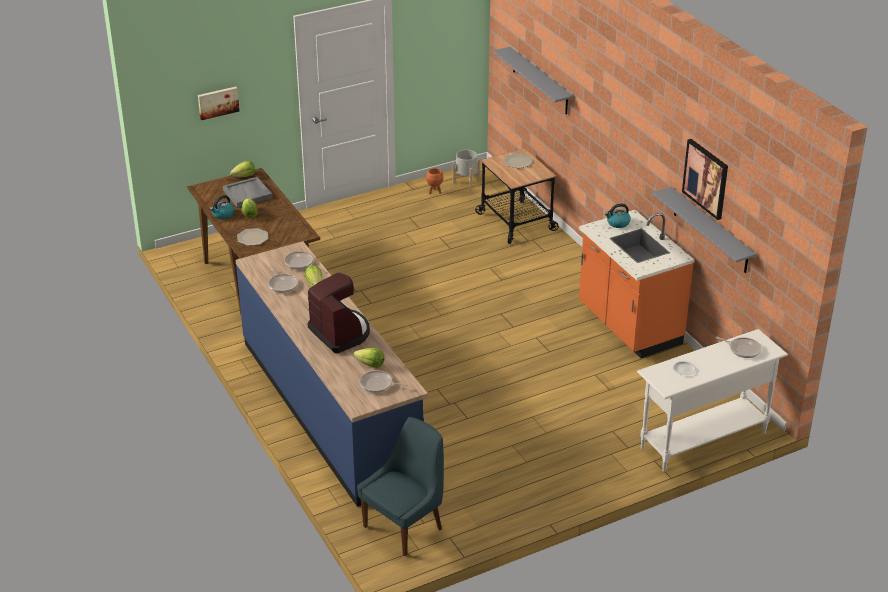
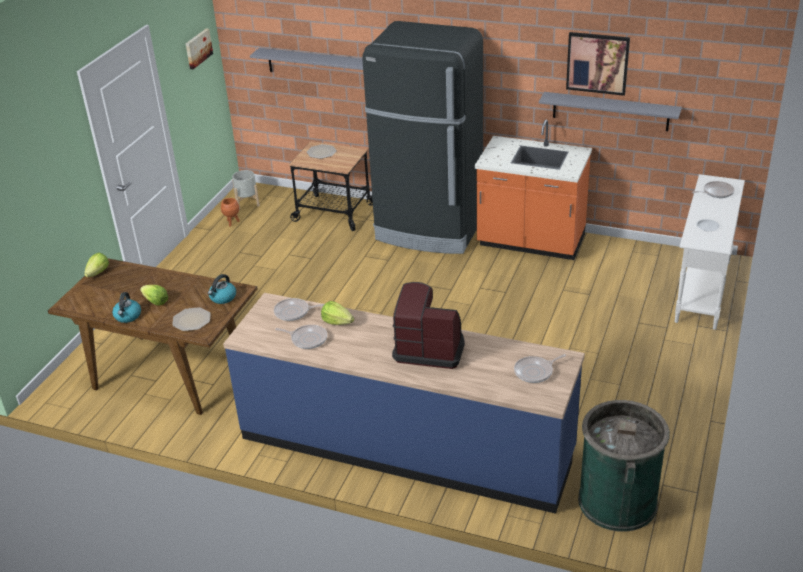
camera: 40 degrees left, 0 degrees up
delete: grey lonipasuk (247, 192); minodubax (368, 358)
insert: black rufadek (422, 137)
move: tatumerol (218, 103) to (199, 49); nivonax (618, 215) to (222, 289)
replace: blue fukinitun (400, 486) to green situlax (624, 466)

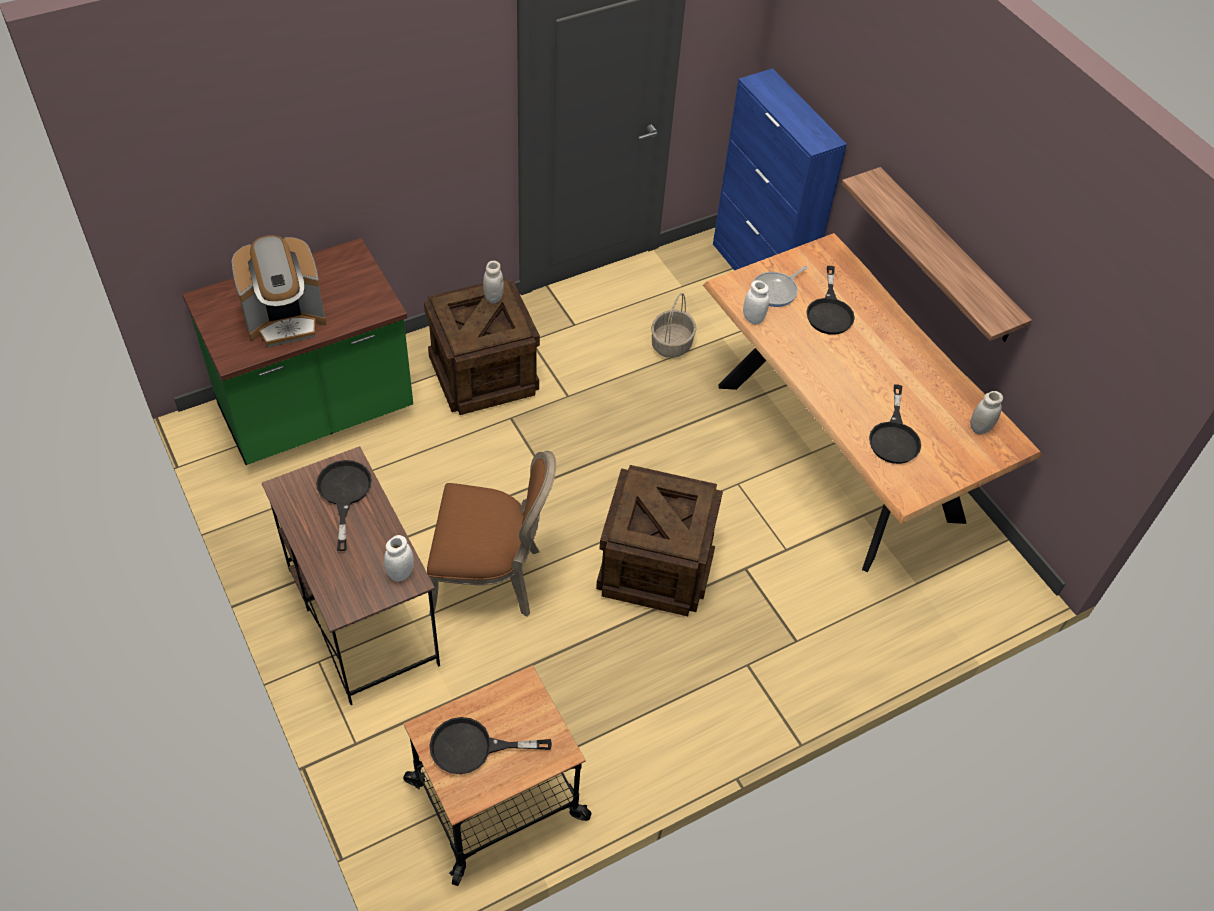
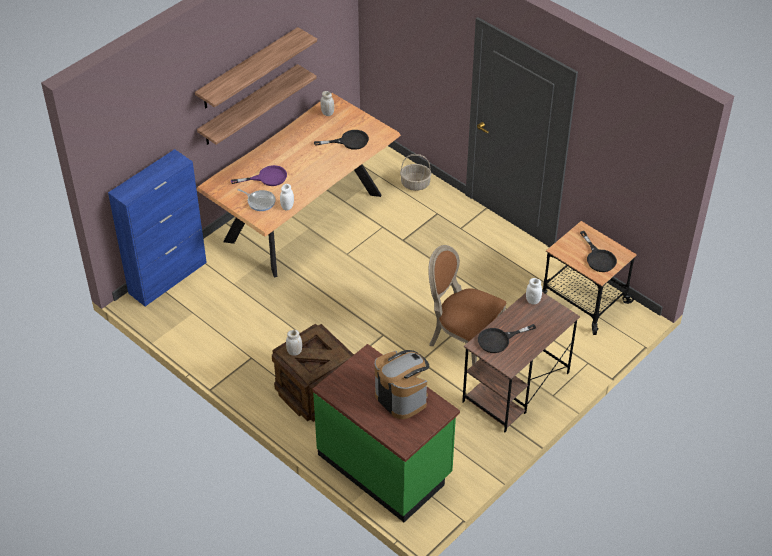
camera: 105 degrees left, 5 degrees down
delete: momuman (659, 540)
insert: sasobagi (256, 68)
move: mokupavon (673, 325) to (415, 172)
recolor: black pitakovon (831, 300) to purple pitakovon (259, 175)
rotate: brown fukinitun (491, 534) = (467, 305) 45 degrees counterclockwise

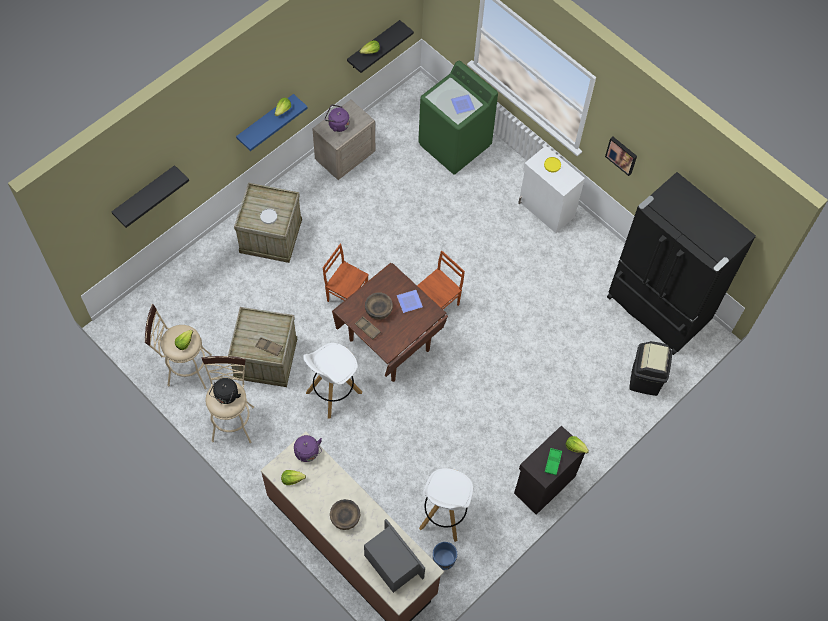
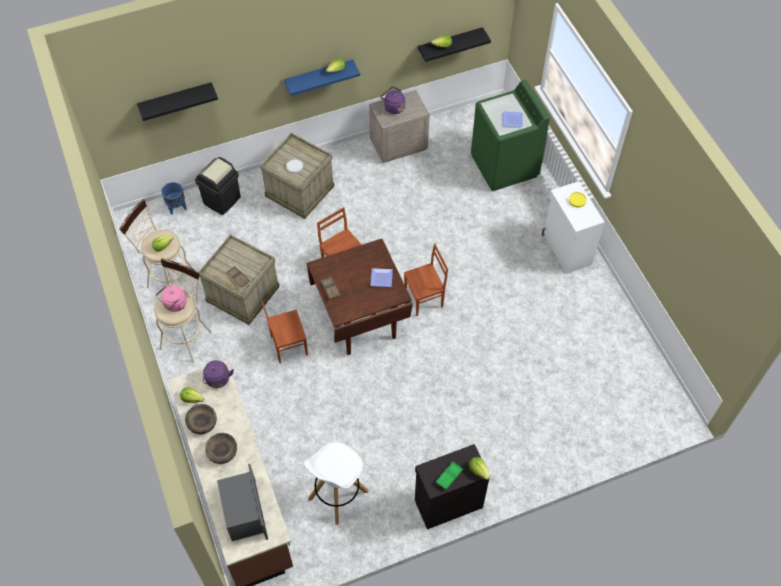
camera: 25 degrees right, 5 degrees down
delete: tatumerol (621, 156); black rufadek (681, 263)
move: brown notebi (379, 306) to (201, 419); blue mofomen (445, 556) to (173, 198); black situlax (650, 368) to (218, 186)
replace: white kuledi (332, 380) to brown fukinitun (284, 332)
recolor: black nivonax (225, 391) to pink nivonax (171, 298)

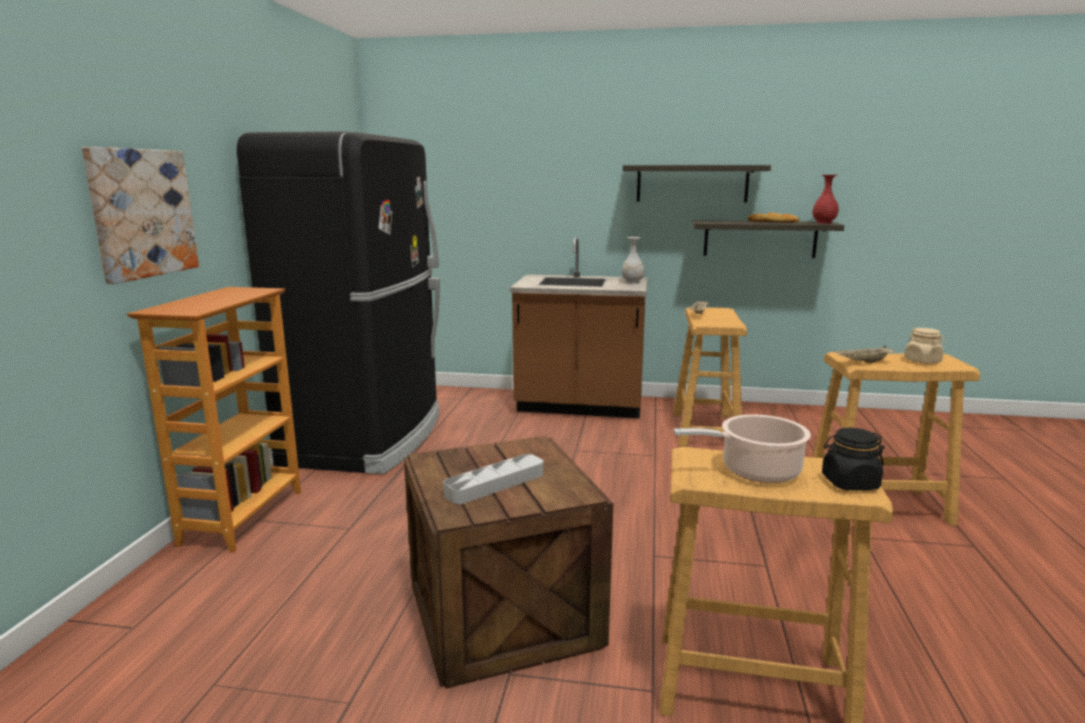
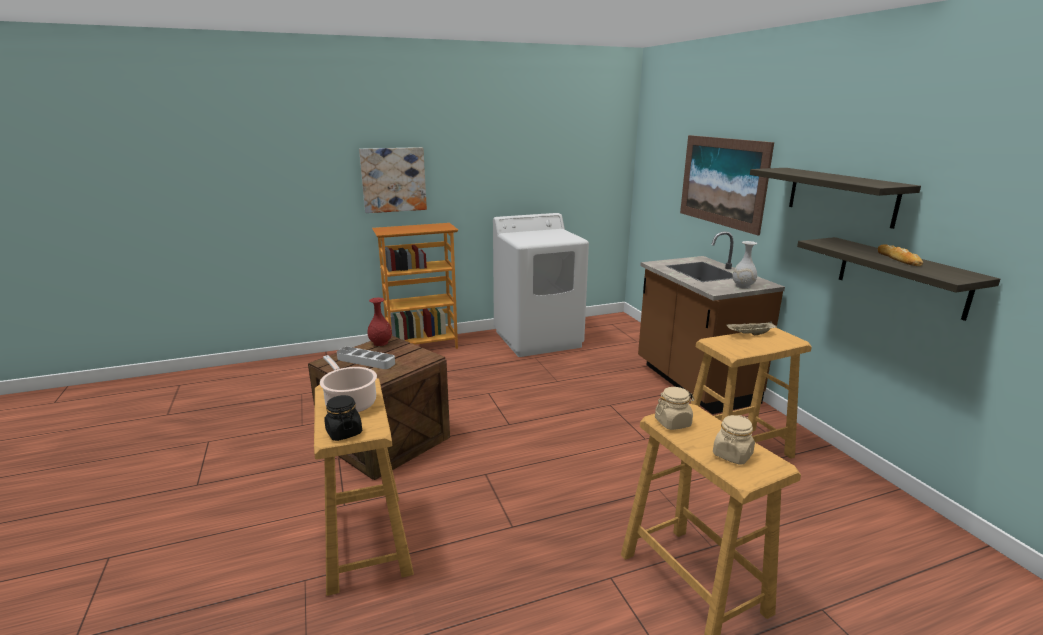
camera: 60 degrees right, 5 degrees up
insert: tatumerol (727, 185)
move: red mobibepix (825, 199) to (380, 322)
replace: black rufadek (338, 302) to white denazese (541, 285); beige lonipasuk (864, 354) to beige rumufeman (675, 408)

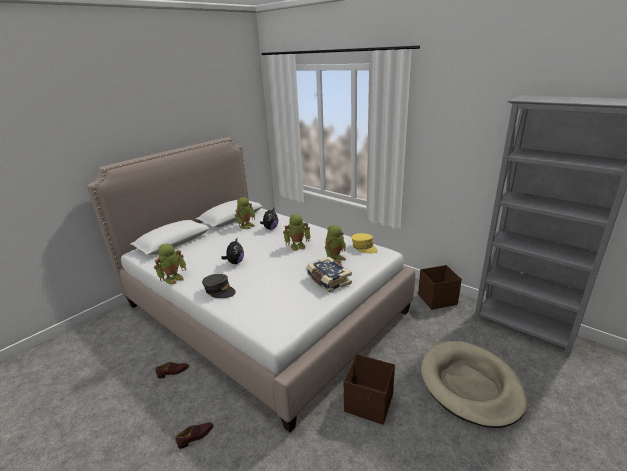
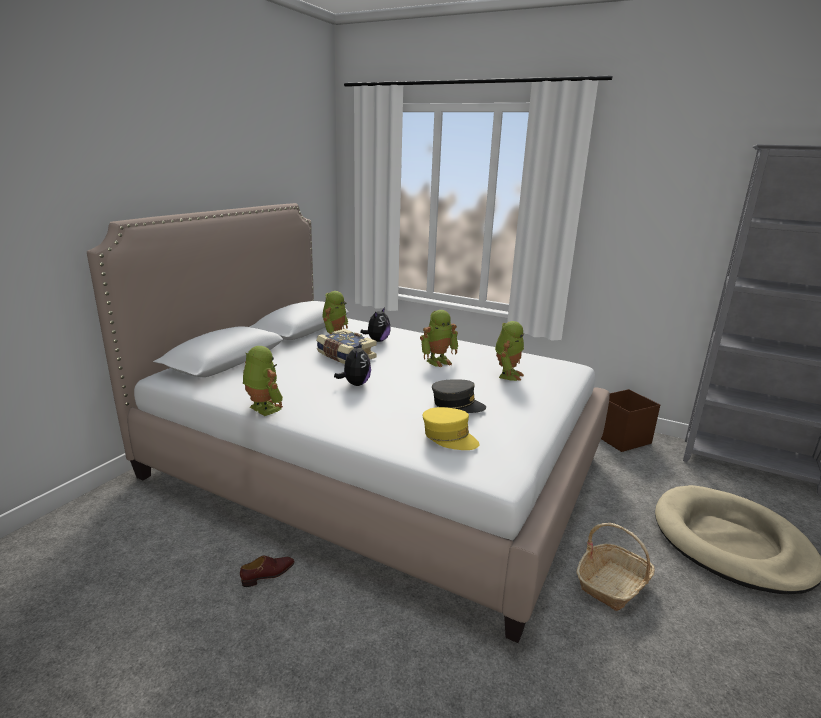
camera: 15 degrees left, 5 degrees down
delete: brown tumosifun (195, 435)
move: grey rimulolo (219, 286) to (459, 396); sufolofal (329, 275) to (346, 346); yellow rimulolo (364, 243) to (451, 428)
replace: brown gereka (369, 389) to mokupavon (616, 567)
rotate: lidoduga (170, 264) = (263, 381) 75 degrees counterclockwise

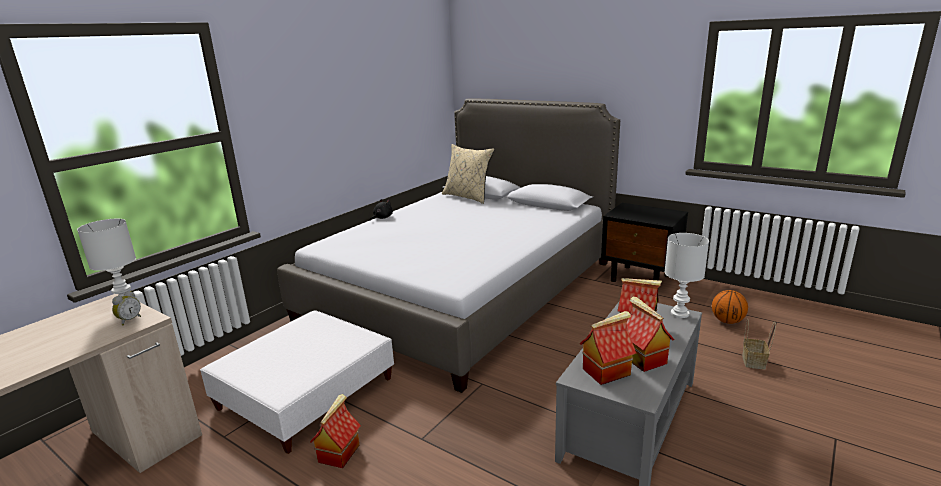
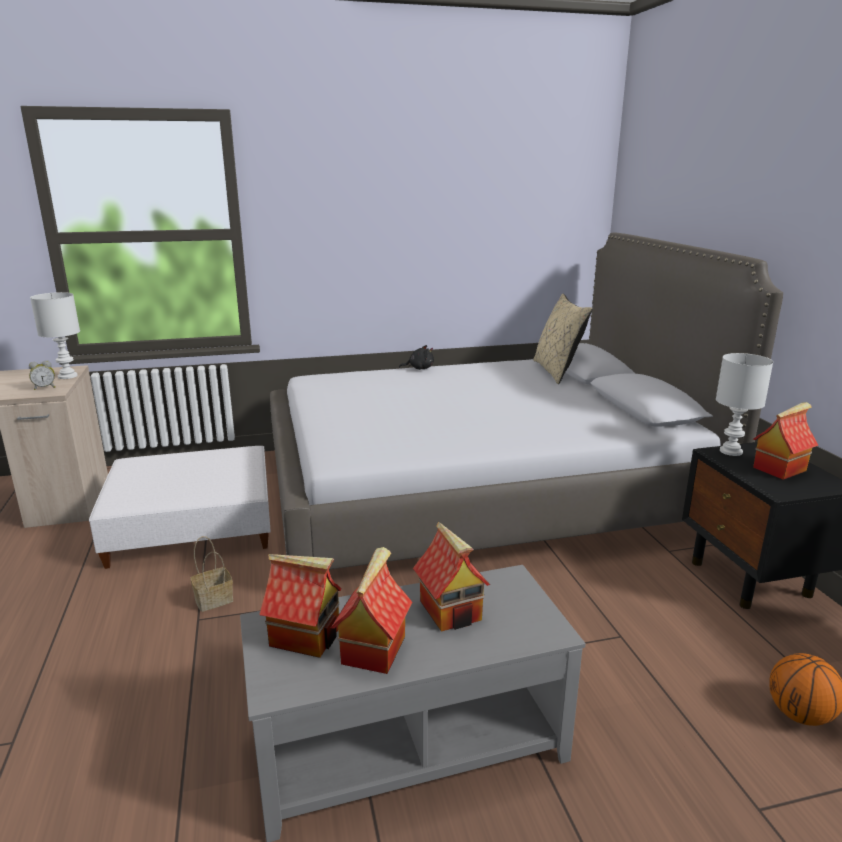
camera: 40 degrees right, 0 degrees up
move: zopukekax (335, 431) to (785, 441); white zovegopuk (687, 275) to (744, 404); mokupavon (759, 344) to (211, 574)

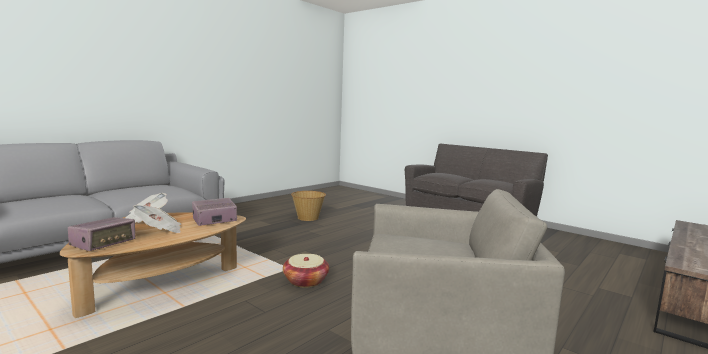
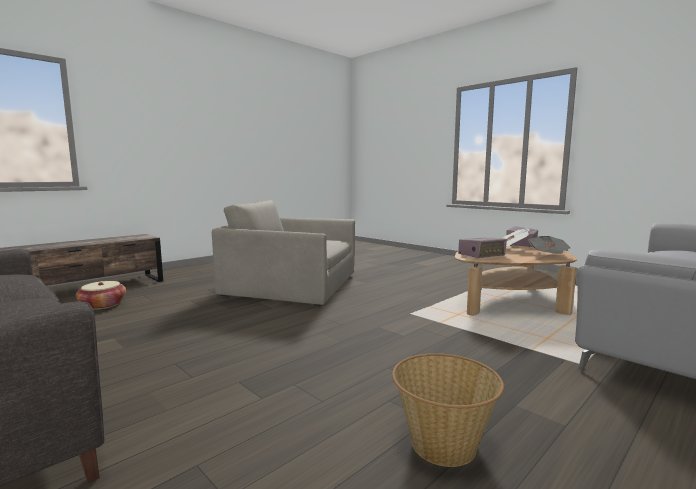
camera: 175 degrees left, 0 degrees up
move: mokupavon (306, 271) to (101, 295)

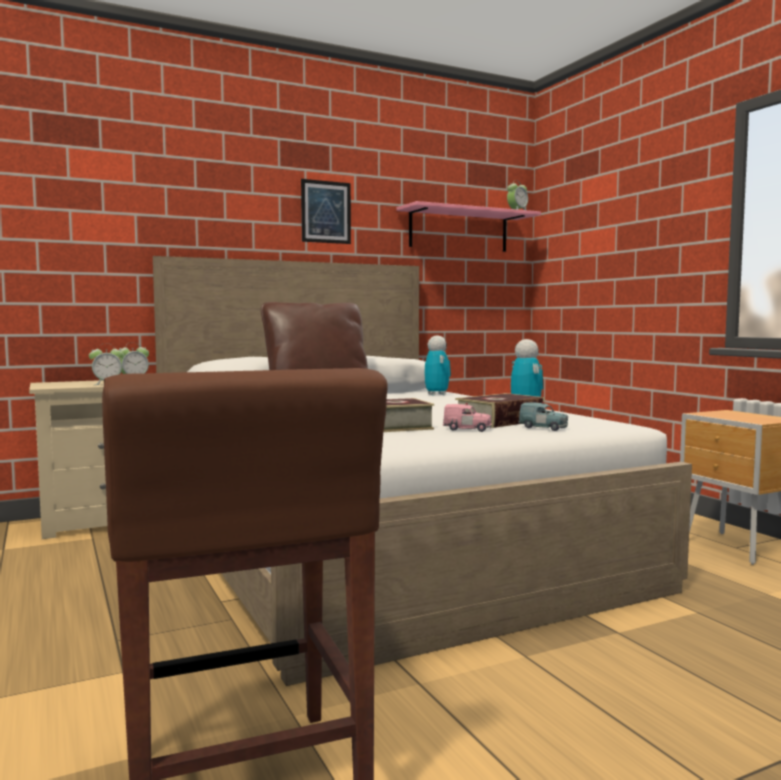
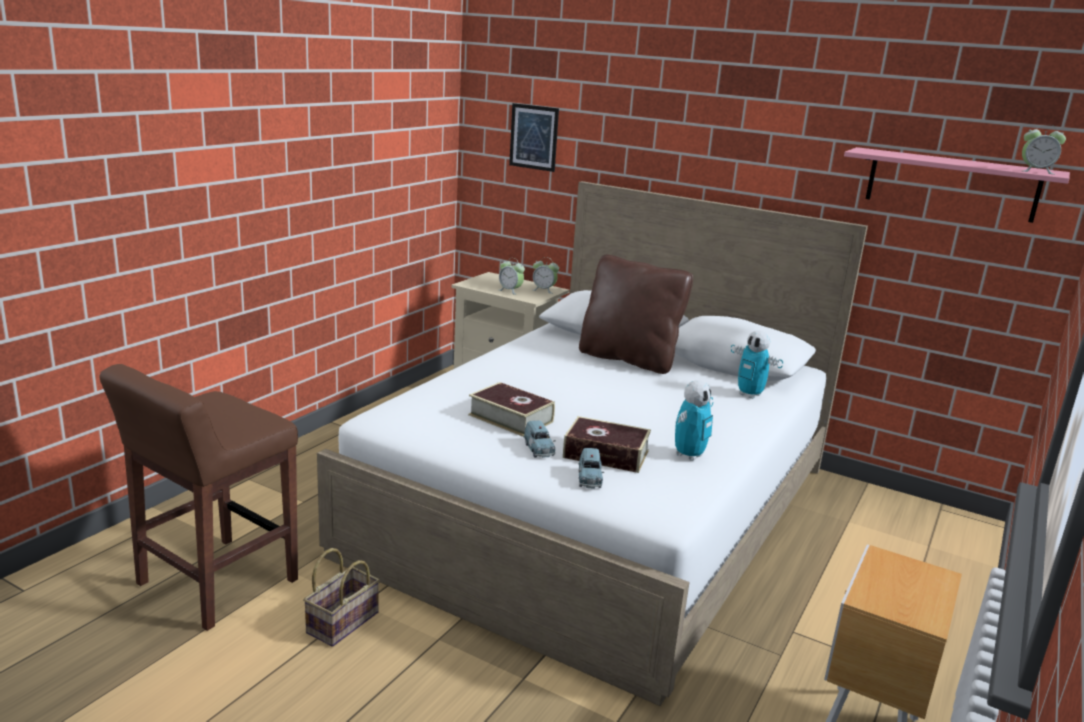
camera: 55 degrees right, 15 degrees up
insert: mokupavon (341, 597)
move: tatumerol (326, 211) to (534, 137)
recolor: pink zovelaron (467, 417) to blue zovelaron (539, 439)
rotate: lidoduga (437, 365) = (757, 364) 90 degrees clockwise

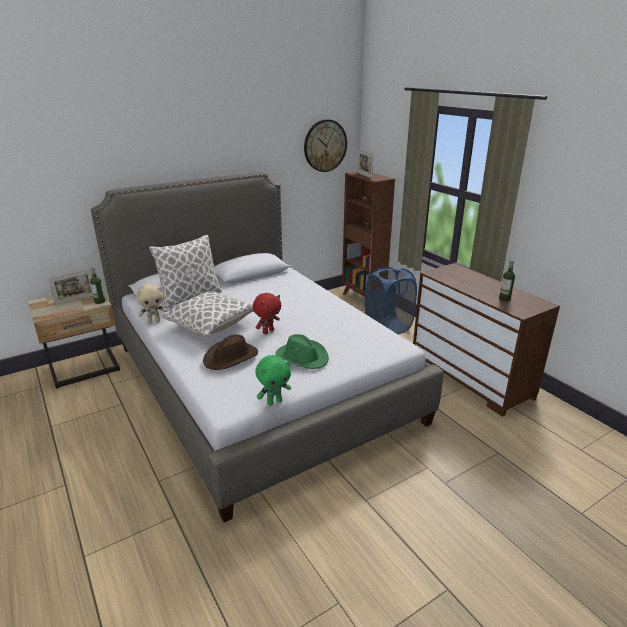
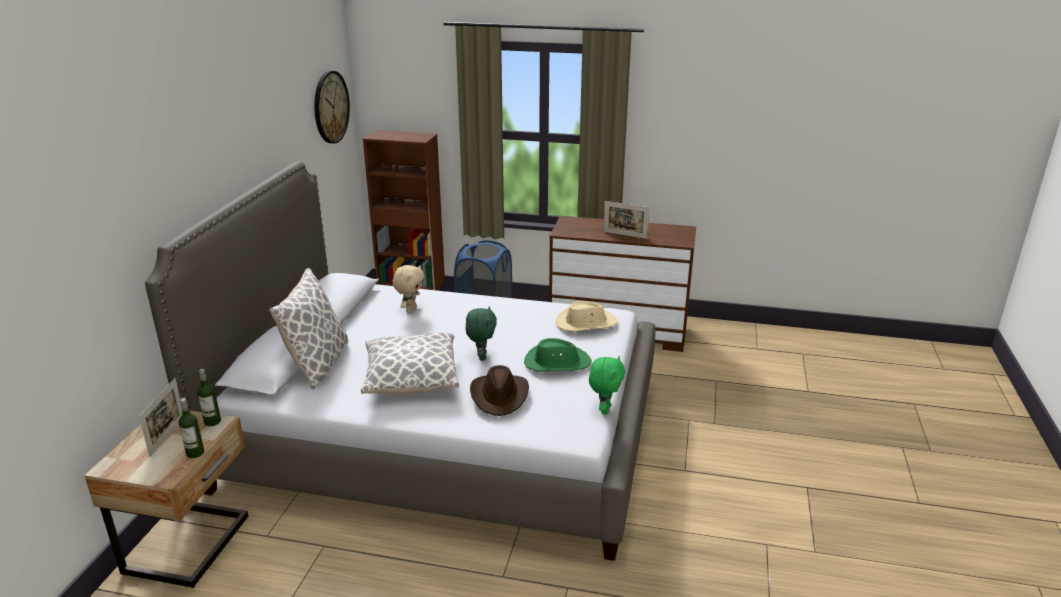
camera: 45 degrees left, 0 degrees up
insert: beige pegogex (586, 316)
move: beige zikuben (152, 303) to (408, 289); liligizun (366, 164) to (626, 220); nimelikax (507, 281) to (191, 428)
recolor: red zikuben (266, 313) to green zikuben (481, 333)

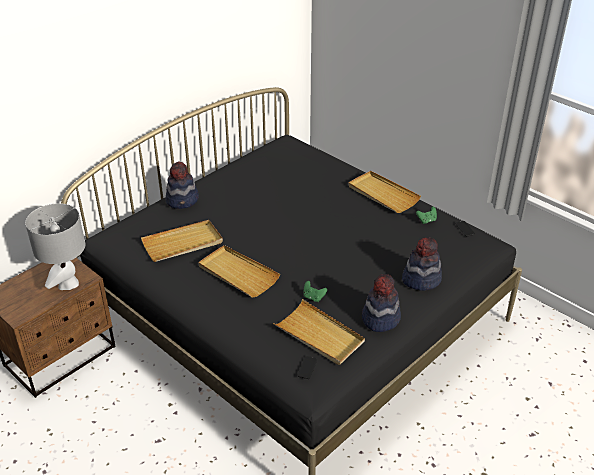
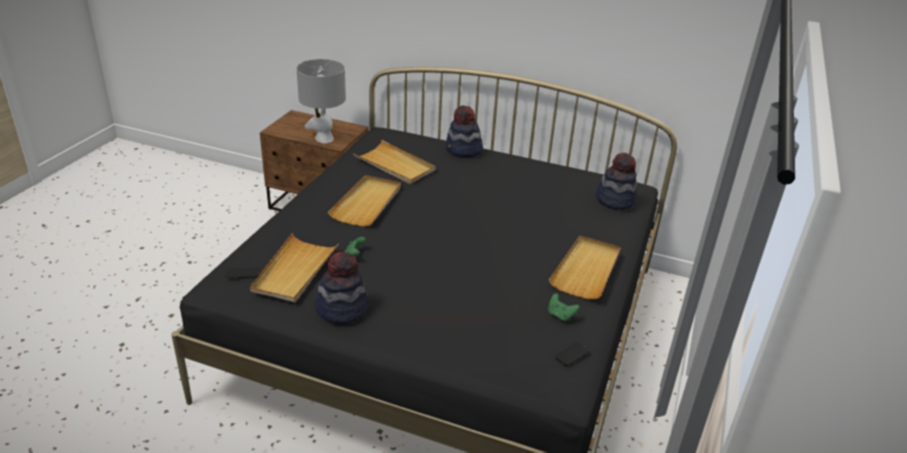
camera: 65 degrees right, 5 degrees down
move: pegogex (422, 264) to (616, 181)

